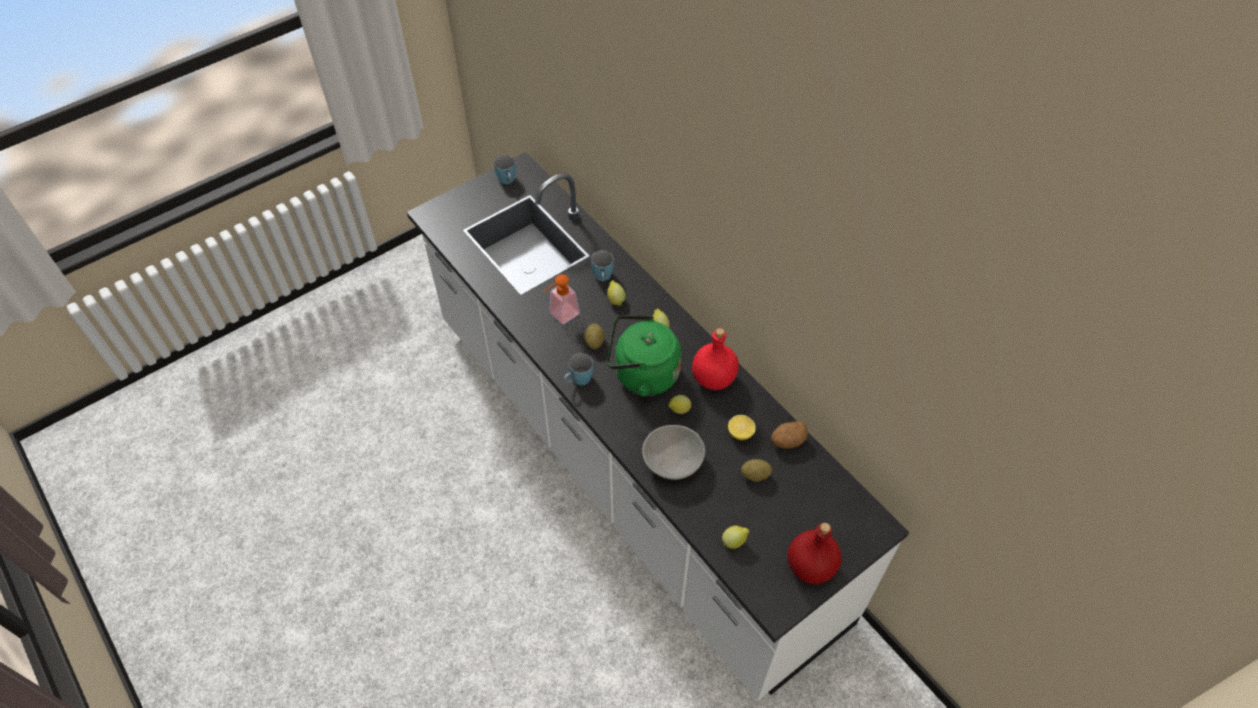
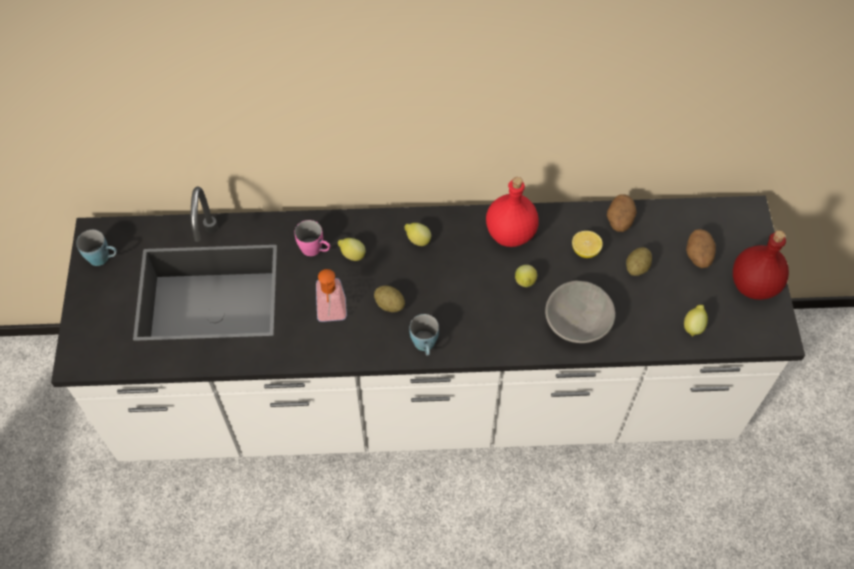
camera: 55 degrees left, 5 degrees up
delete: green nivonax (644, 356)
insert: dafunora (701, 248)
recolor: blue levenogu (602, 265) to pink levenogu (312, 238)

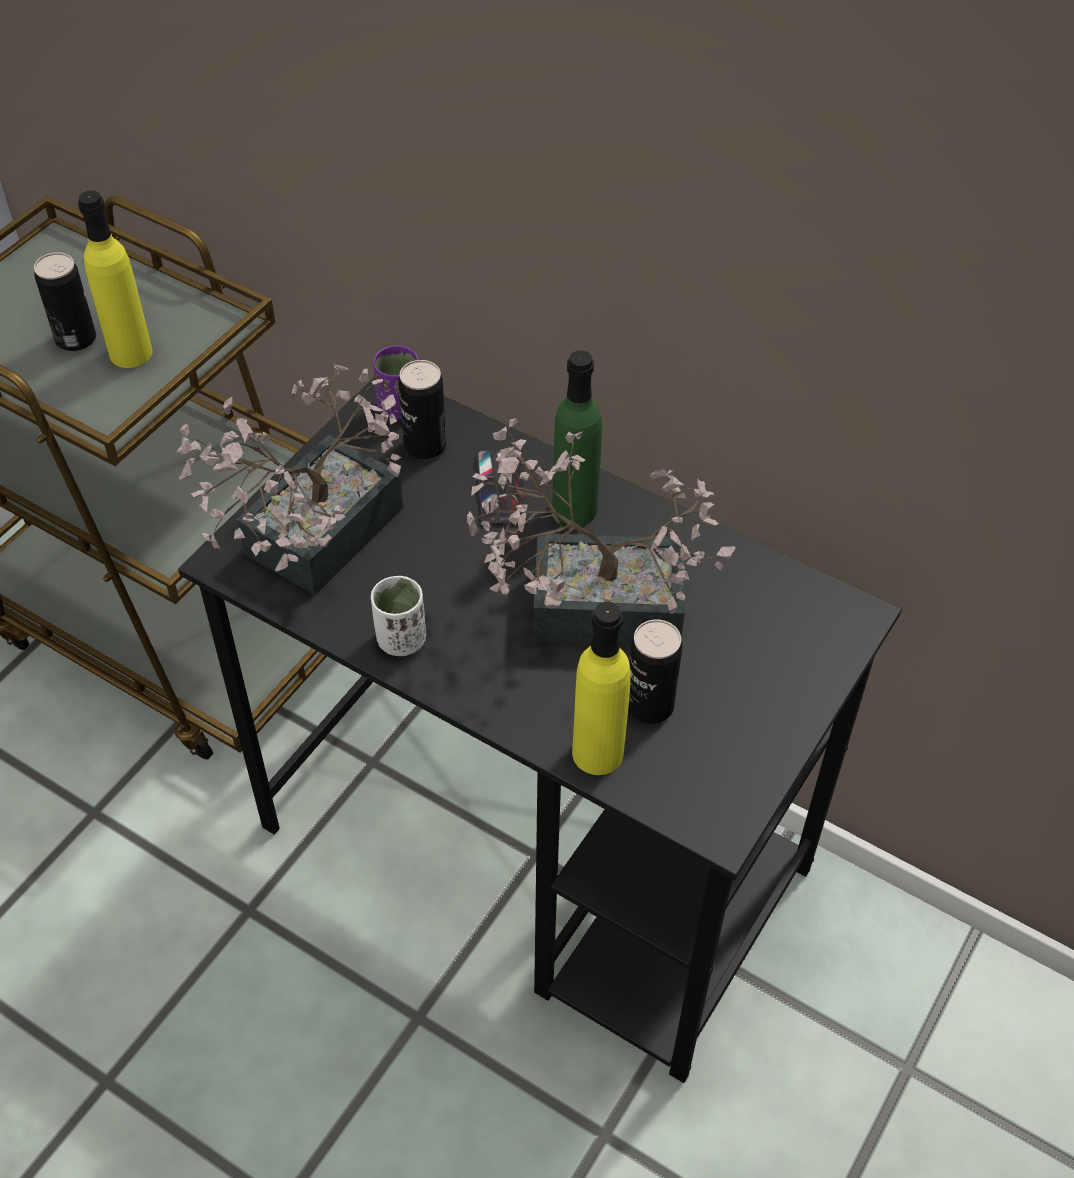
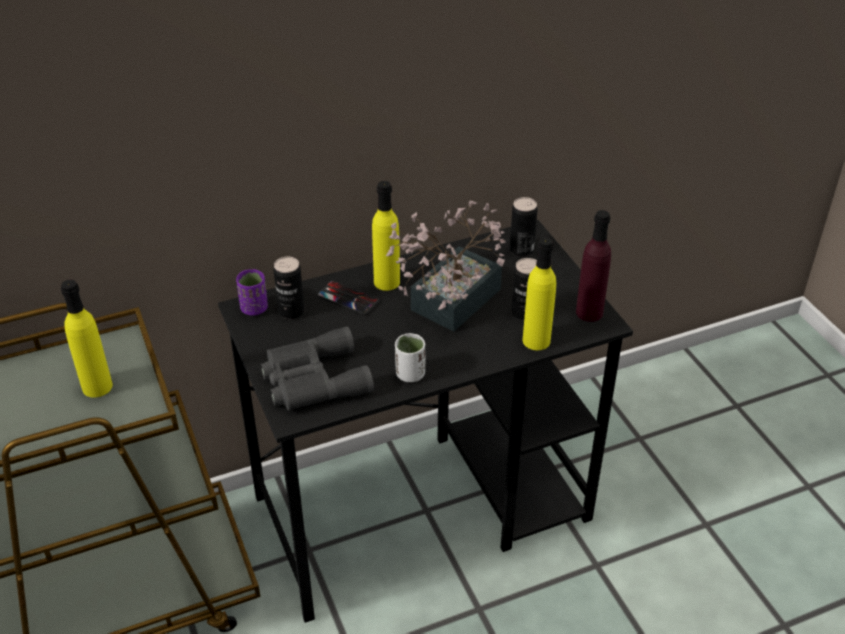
camera: 55 degrees left, 10 degrees down
insert: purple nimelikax (593, 266)
move: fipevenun (65, 301) to (524, 227)
replace: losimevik (290, 479) to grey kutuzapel (317, 369)
recolor: green nimelikax (577, 438) to yellow nimelikax (386, 236)

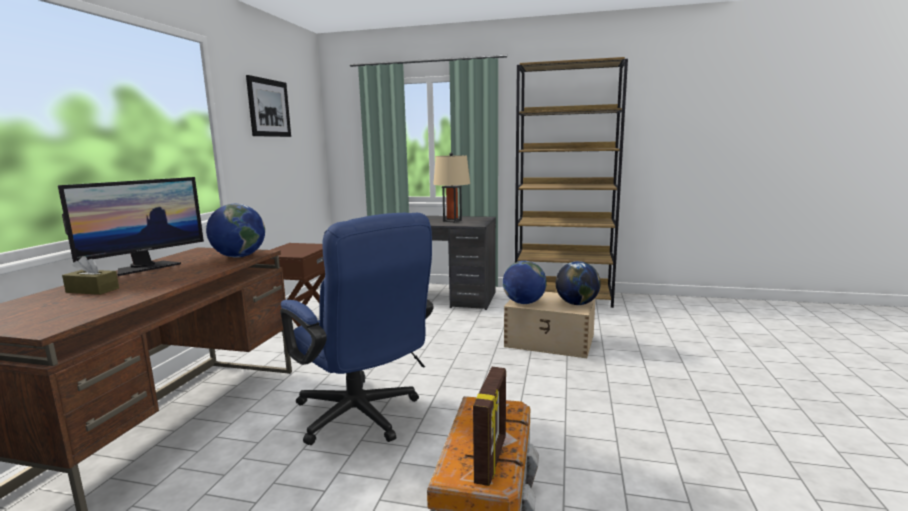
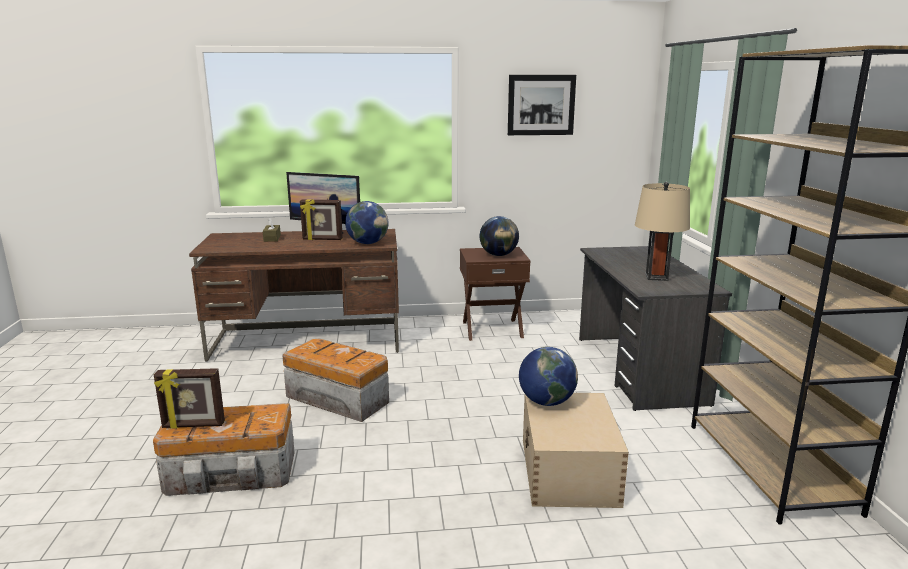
camera: 70 degrees right, 5 degrees up
insert: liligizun (321, 219)
move: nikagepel (578, 283) to (499, 236)
replace: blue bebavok (357, 329) to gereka (336, 380)

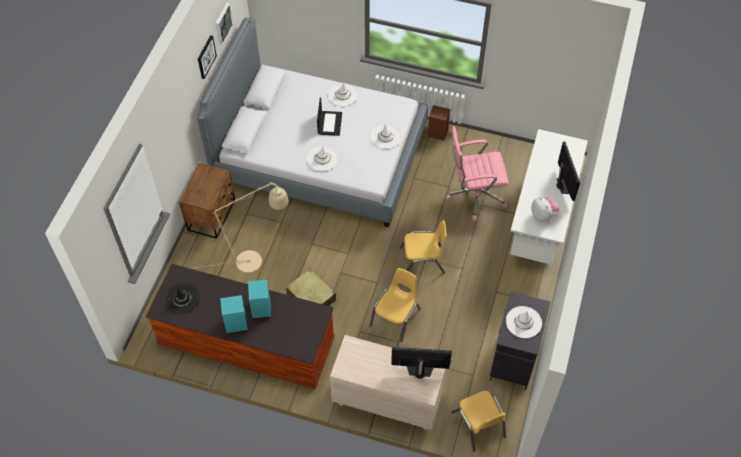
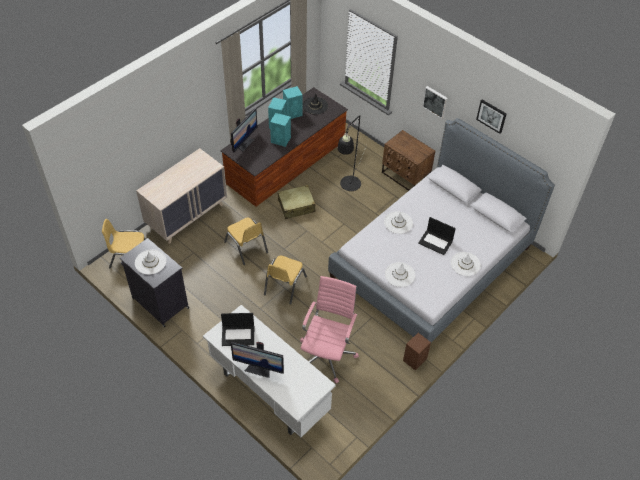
camera: 115 degrees right, 5 degrees down
insert: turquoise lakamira (293, 102)
move: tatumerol (224, 24) to (435, 102); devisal (421, 363) to (243, 130)
replace: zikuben (545, 209) to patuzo (237, 329)
recolor: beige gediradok (239, 227) to black gediradok (352, 153)

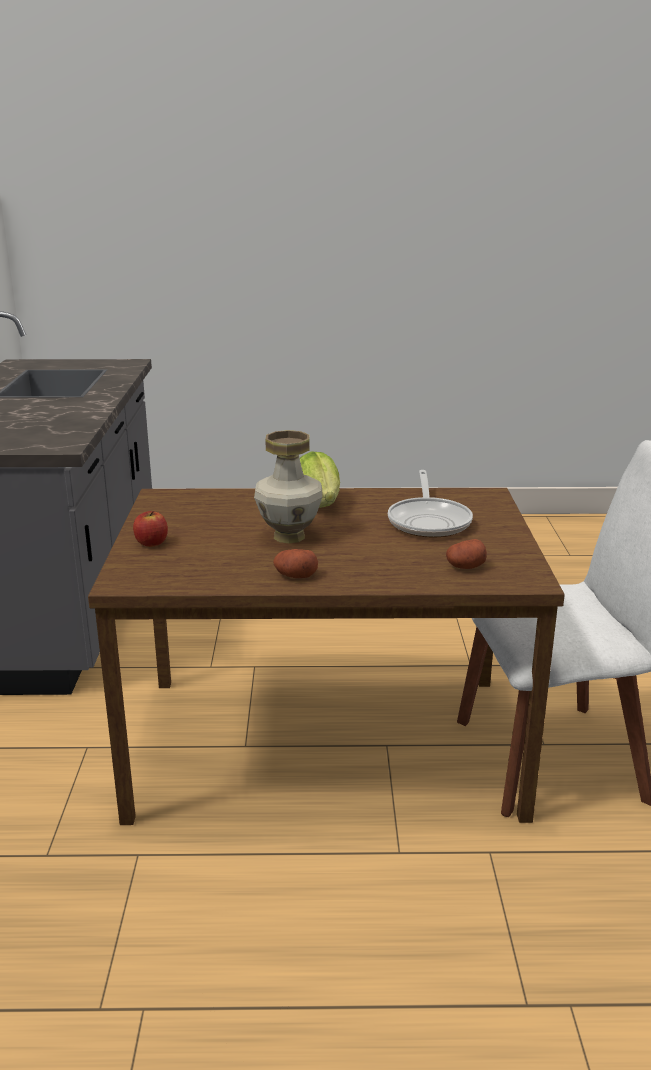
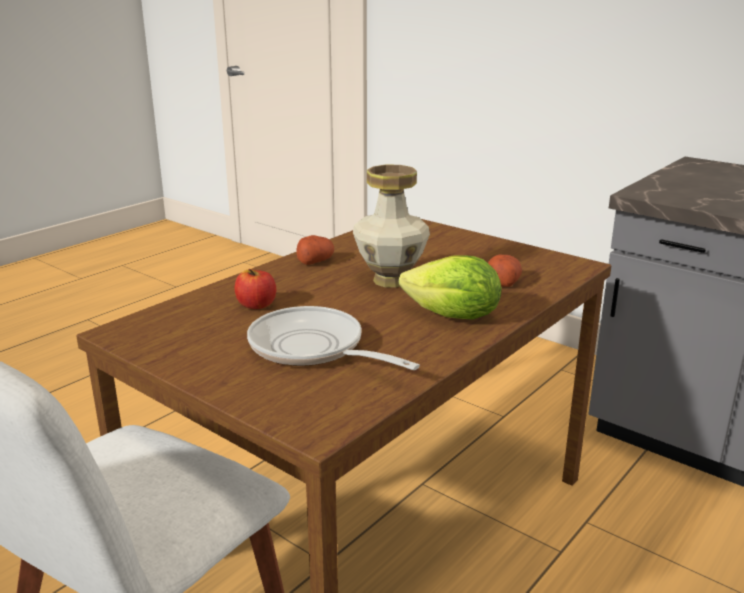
camera: 130 degrees right, 0 degrees up
move: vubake (150, 529) to (255, 289); dafunora (466, 554) to (505, 270)

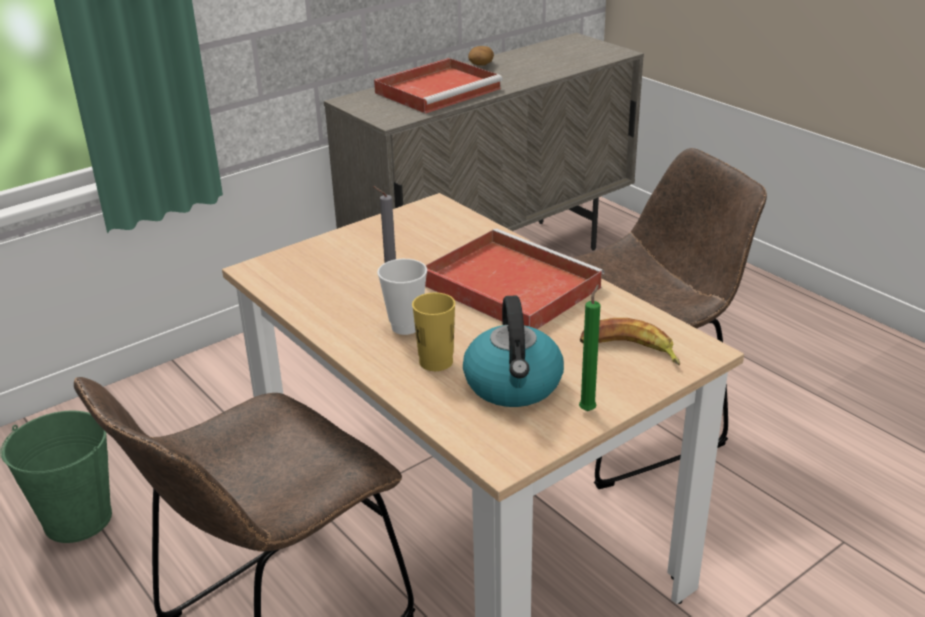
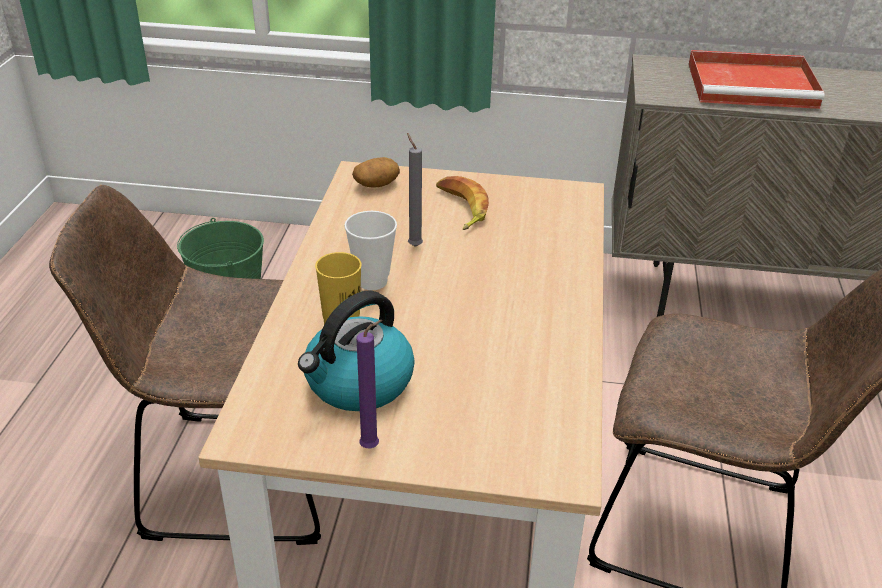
camera: 45 degrees right, 5 degrees up
delete: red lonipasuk (514, 278)
move: dafunora (481, 56) to (376, 172); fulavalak (630, 341) to (462, 203)
recolor: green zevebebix (589, 347) to purple zevebebix (369, 384)

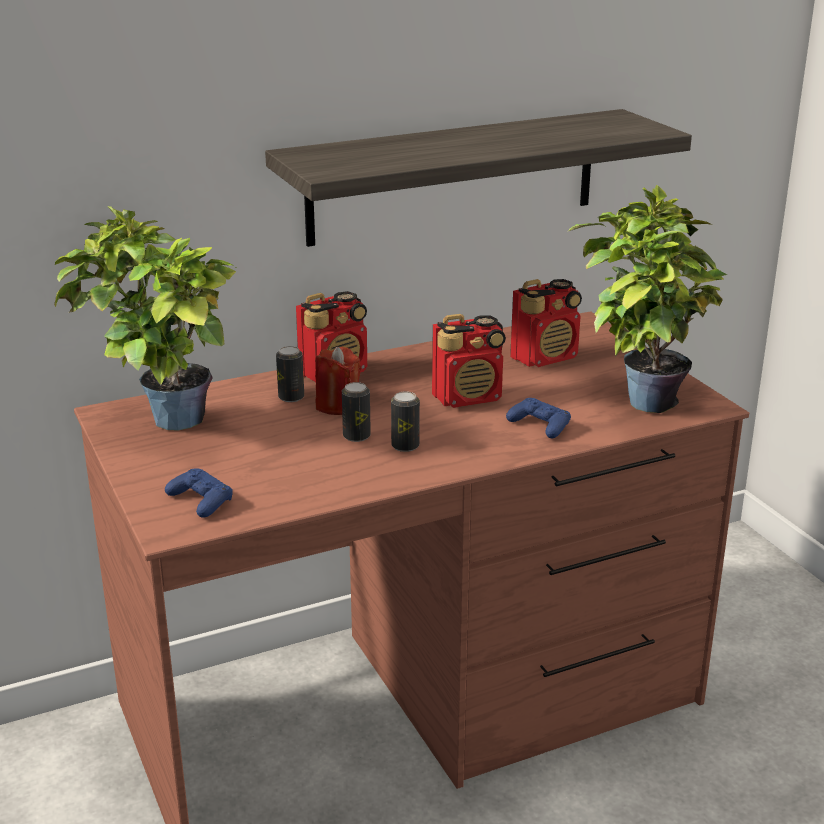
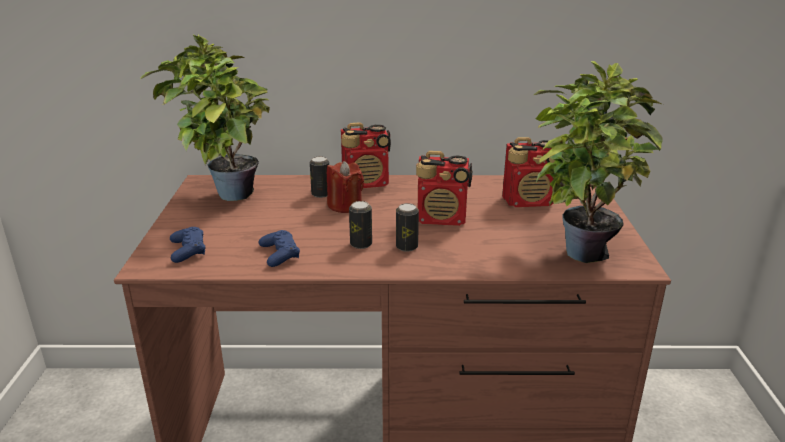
camera: 25 degrees right, 0 degrees up
delete: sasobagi (478, 178)
move: fipevenun (356, 412) to (407, 227); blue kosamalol (538, 418) to (279, 248)

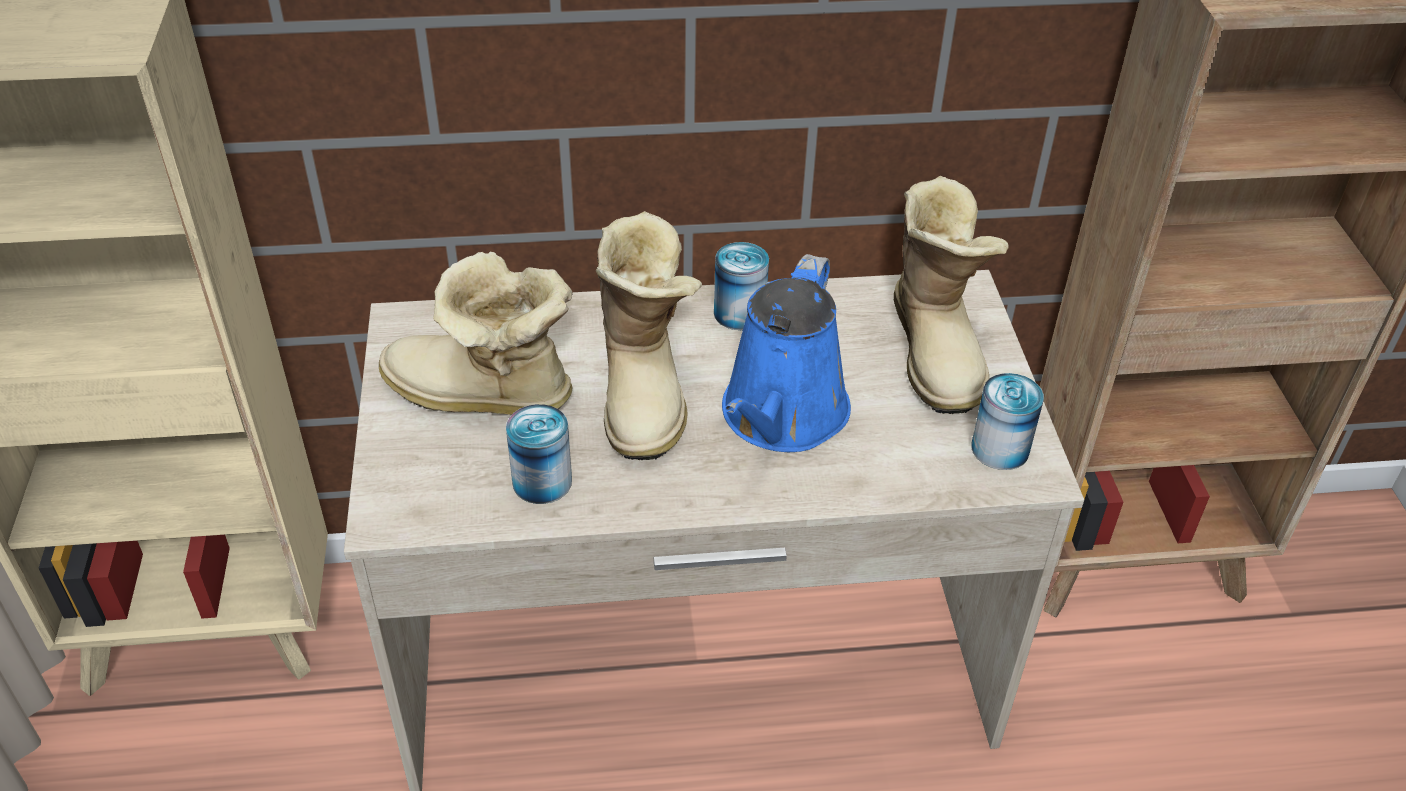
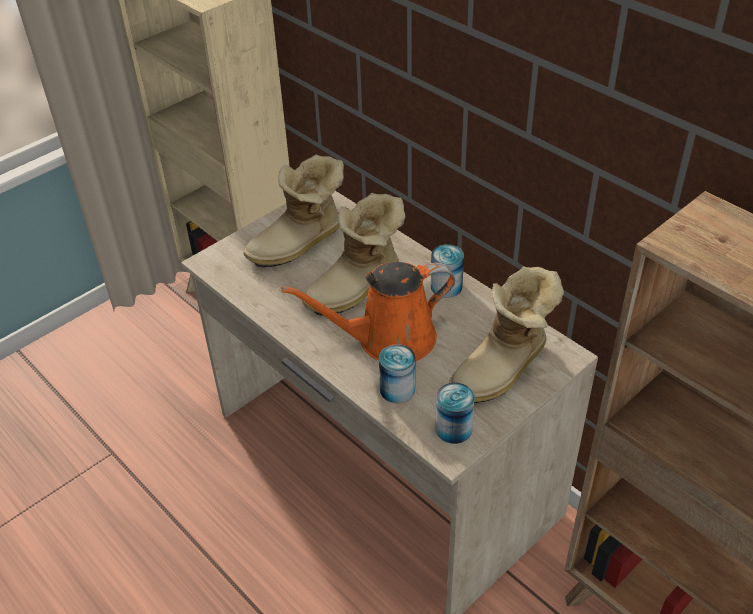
camera: 55 degrees right, 0 degrees up
move: fipevenun (539, 454) to (397, 373)
recolor: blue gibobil (786, 353) to orange gibobil (368, 311)
rotate: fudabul (476, 333) = (293, 210) 105 degrees counterclockwise

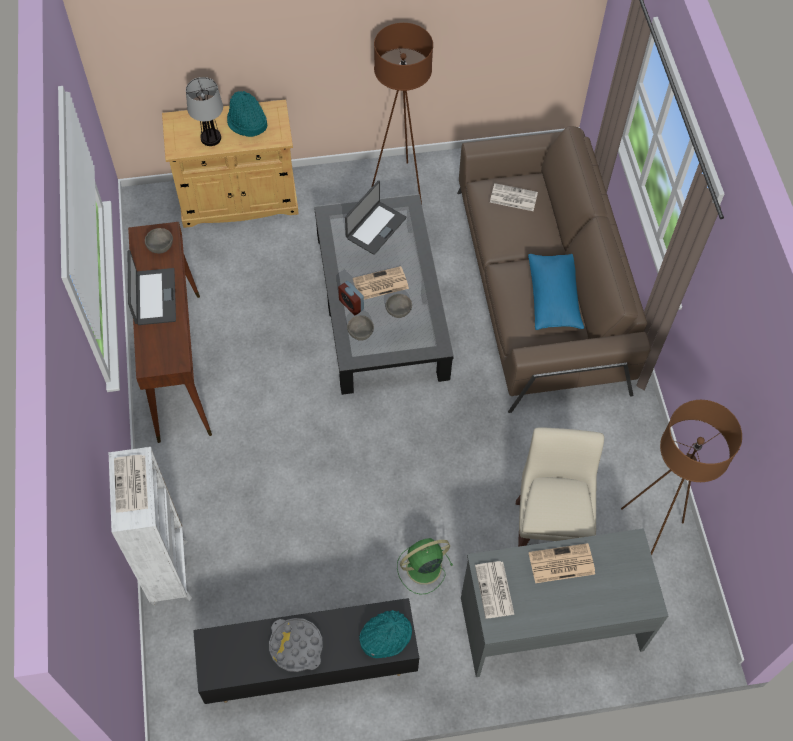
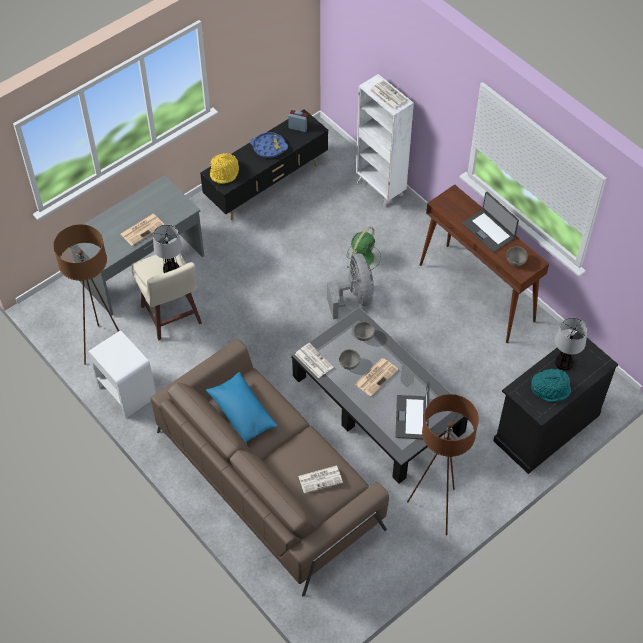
camera: 150 degrees right, 5 degrees down
insert: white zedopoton (122, 374); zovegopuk (167, 248); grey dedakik (350, 286)
move: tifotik (351, 298) to (298, 121); green dedakik (425, 566) to (363, 248); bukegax (494, 590) to (314, 360)
recolor: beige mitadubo (230, 164) to black mitadubo (555, 403); grey lonipasuk (296, 645) to blue lonipasuk (269, 145); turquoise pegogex (385, 634) to yellow pegogex (224, 168)

